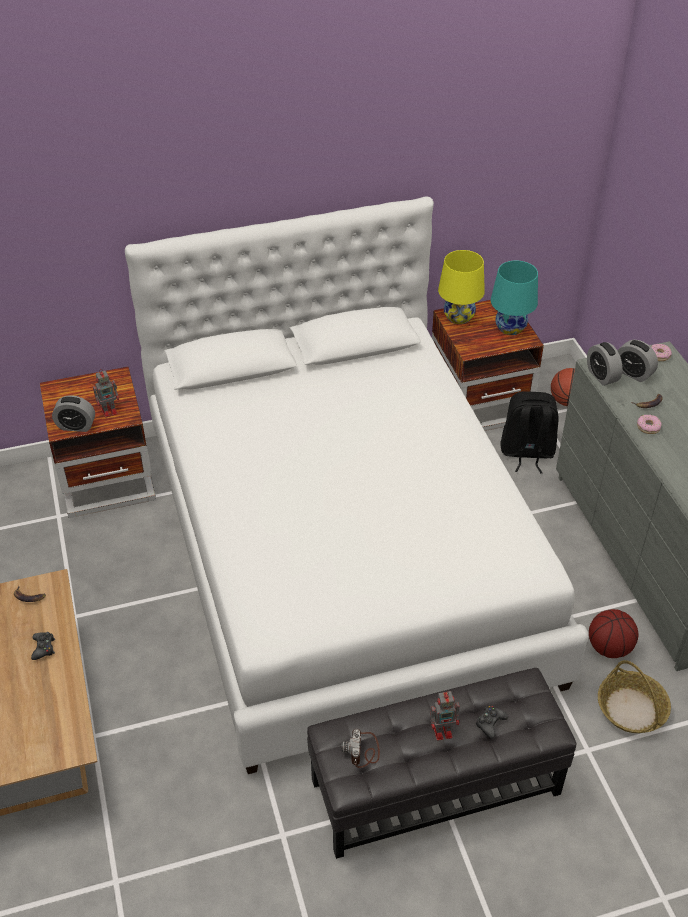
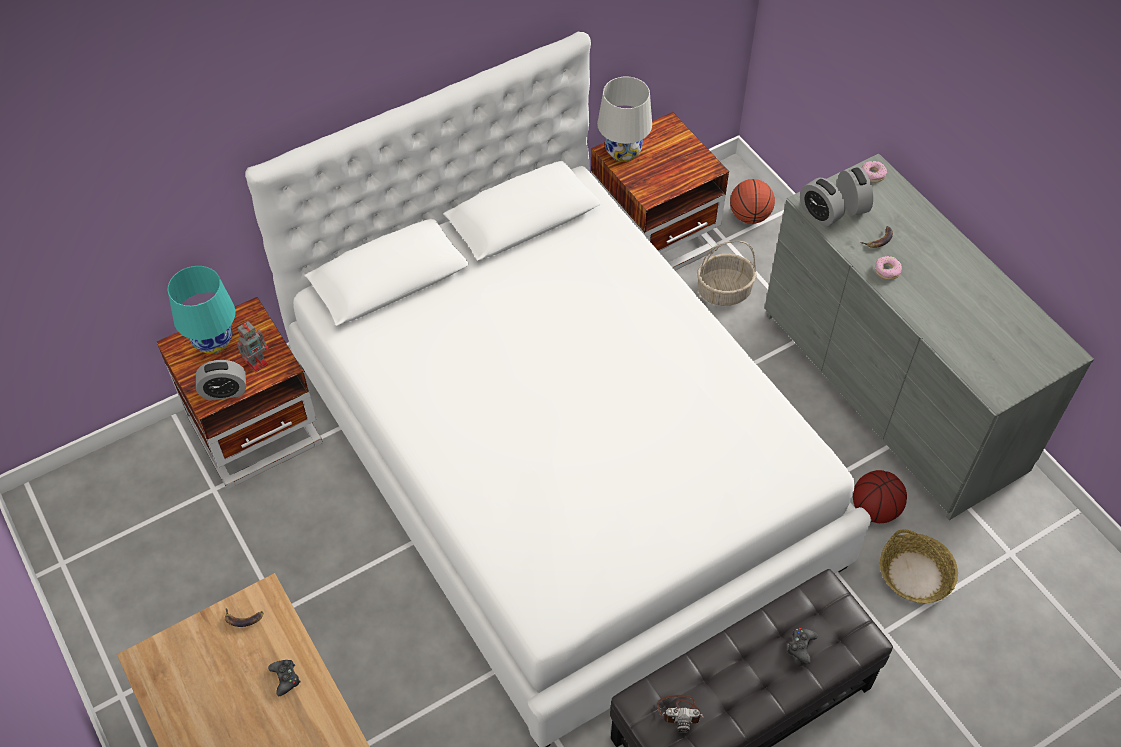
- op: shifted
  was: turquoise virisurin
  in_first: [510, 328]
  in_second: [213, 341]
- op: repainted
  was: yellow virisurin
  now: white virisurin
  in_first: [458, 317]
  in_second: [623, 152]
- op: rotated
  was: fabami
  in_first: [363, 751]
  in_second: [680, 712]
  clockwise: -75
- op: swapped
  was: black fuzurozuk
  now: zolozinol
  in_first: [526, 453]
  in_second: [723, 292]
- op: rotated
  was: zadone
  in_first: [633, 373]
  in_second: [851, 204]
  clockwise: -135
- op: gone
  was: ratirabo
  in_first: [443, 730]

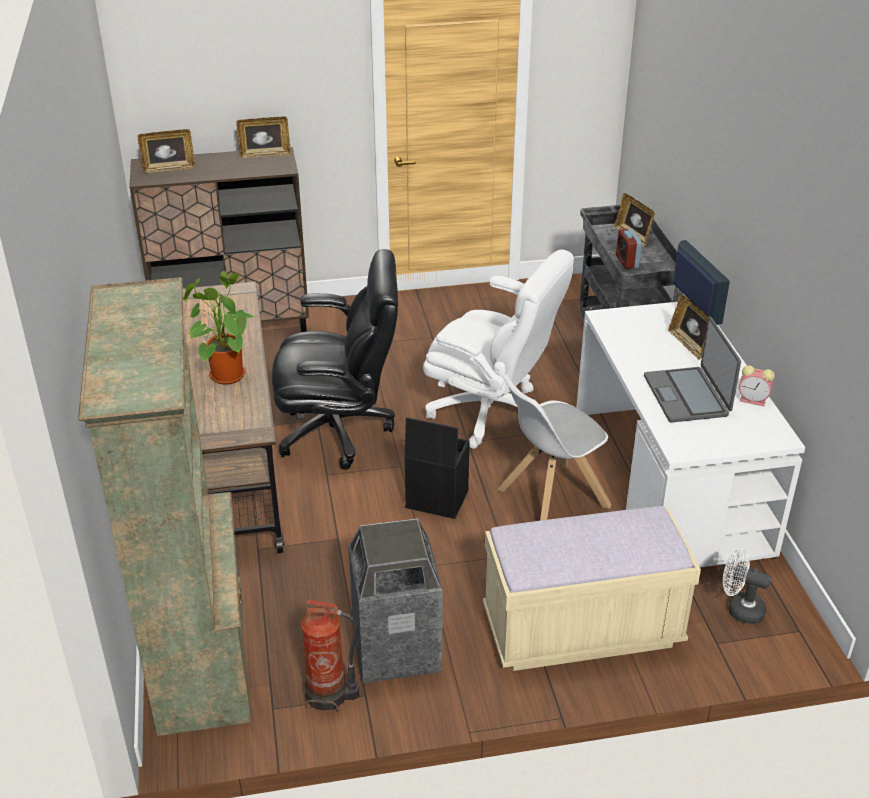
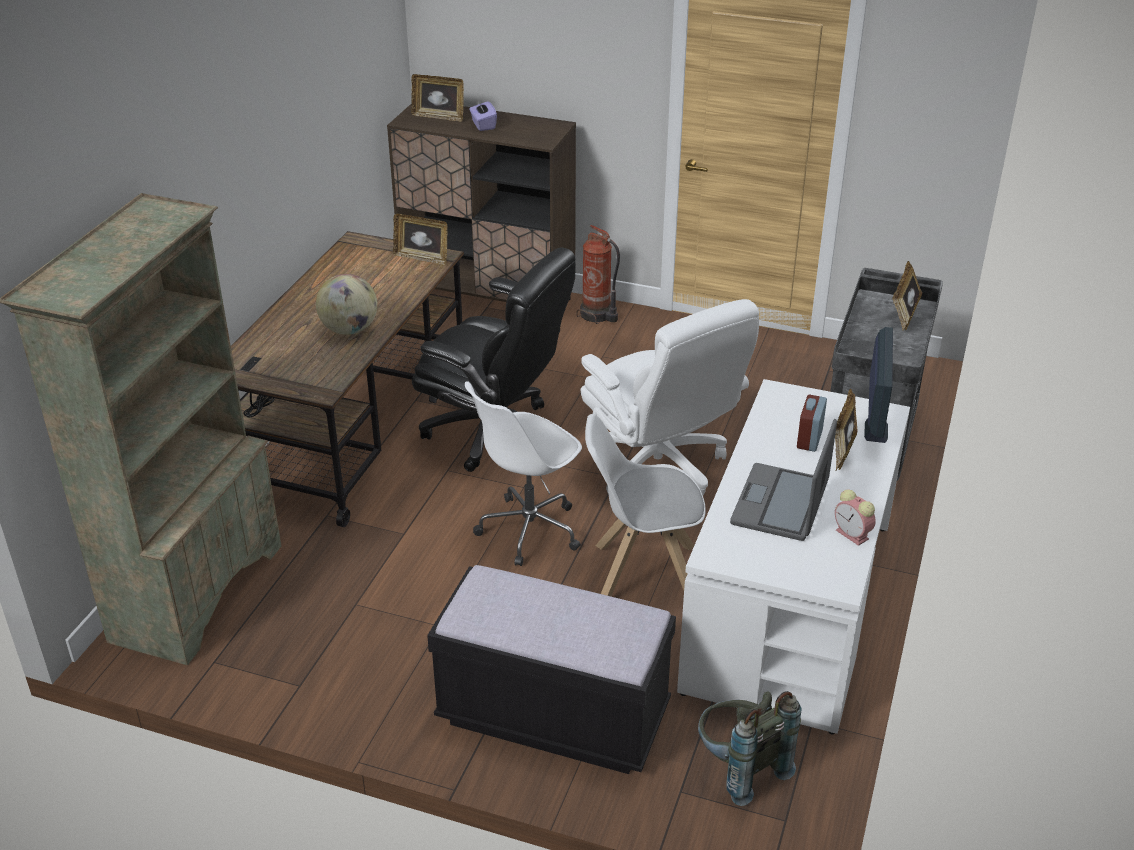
- op: swapped
  was: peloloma
  now: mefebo
  in_first: [224, 374]
  in_second: [349, 330]
- op: shifted
  was: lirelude
  in_first: [265, 155]
  in_second: [422, 258]
- op: repainted
  was: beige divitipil
  now: black divitipil
  in_first: [582, 630]
  in_second: [553, 716]
- op: swapped
  was: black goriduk
  now: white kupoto
  in_first: [435, 499]
  in_second: [527, 532]
- op: new
  now: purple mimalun
  in_second: [483, 125]
- op: shifted
  was: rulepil
  in_first: [329, 695]
  in_second: [597, 315]
- op: swapped
  was: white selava
  now: grey fuzurozuk
  in_first: [739, 609]
  in_second: [739, 769]
- op: shifted
  was: zadone
  in_first: [627, 262]
  in_second: [809, 439]
- op: gone
  was: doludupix
  in_first: [395, 648]

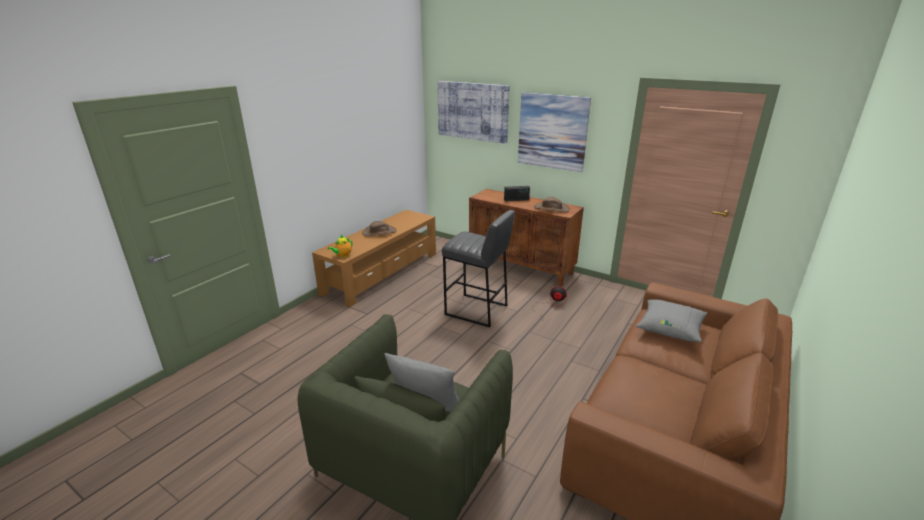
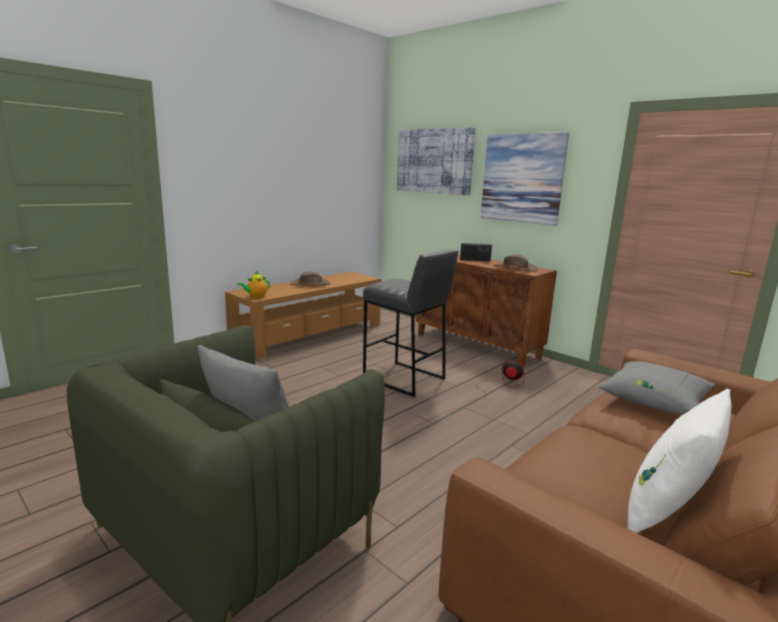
- op: new
  now: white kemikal
  in_second: [667, 512]

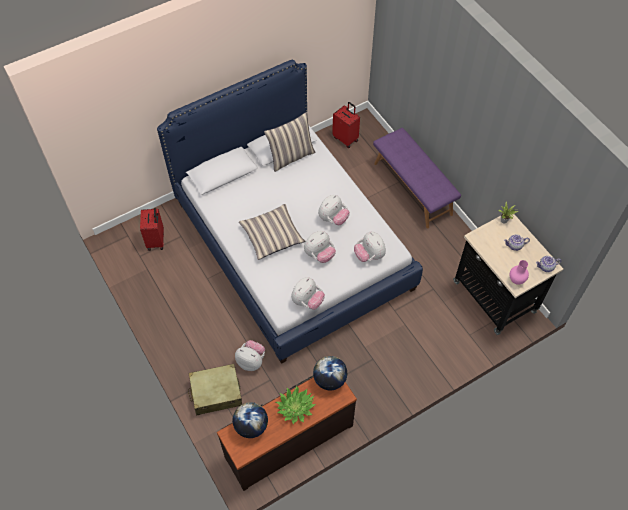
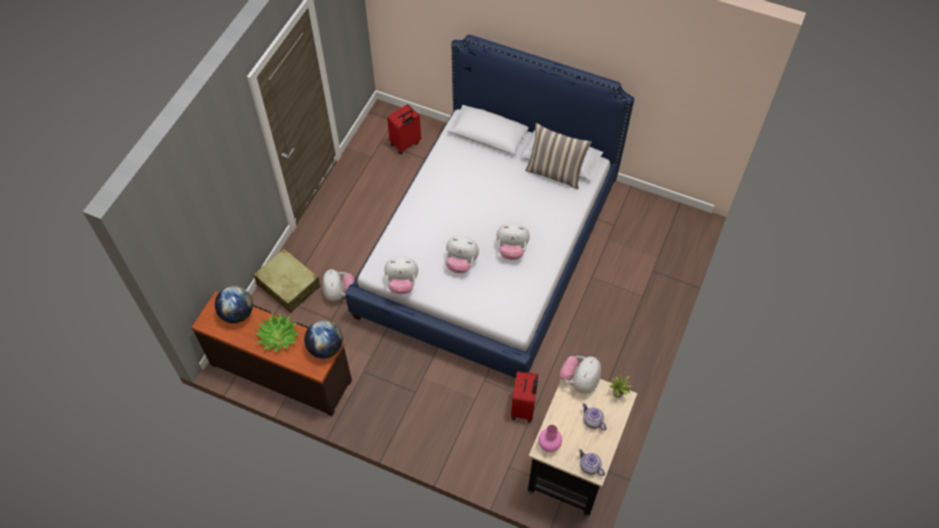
- op: shifted
  was: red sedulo
  in_first: [346, 139]
  in_second: [524, 407]
- op: shifted
  was: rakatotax
  in_first: [369, 255]
  in_second: [579, 381]
- op: gone
  was: kemikal
  in_first: [272, 235]
- op: gone
  was: purple divitipil
  in_first: [413, 188]

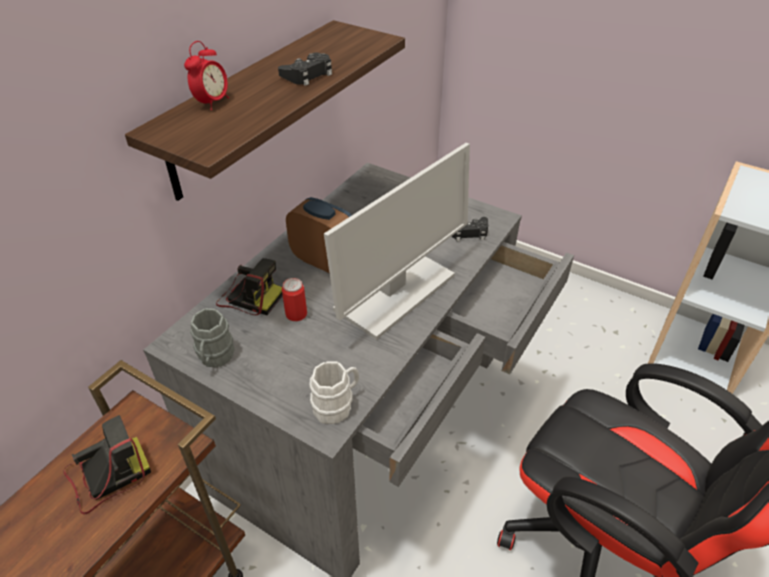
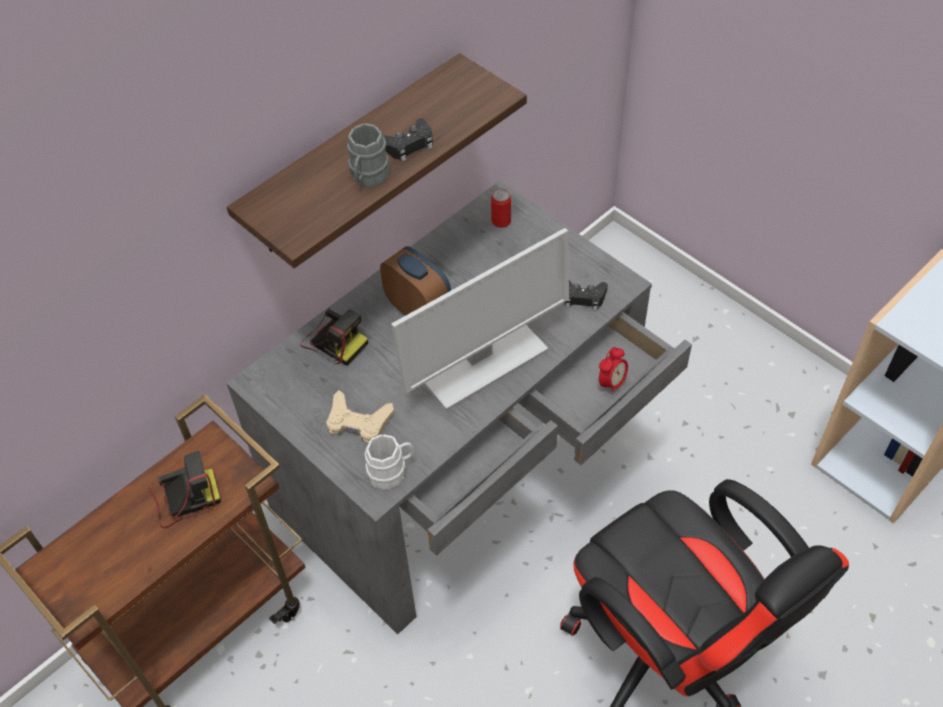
- op: new
  now: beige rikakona
  in_second: [358, 422]
- op: shifted
  was: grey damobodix
  in_first: [214, 357]
  in_second: [368, 178]
- op: shifted
  was: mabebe
  in_first: [296, 314]
  in_second: [501, 221]
- op: shifted
  was: zadone
  in_first: [212, 103]
  in_second: [611, 383]

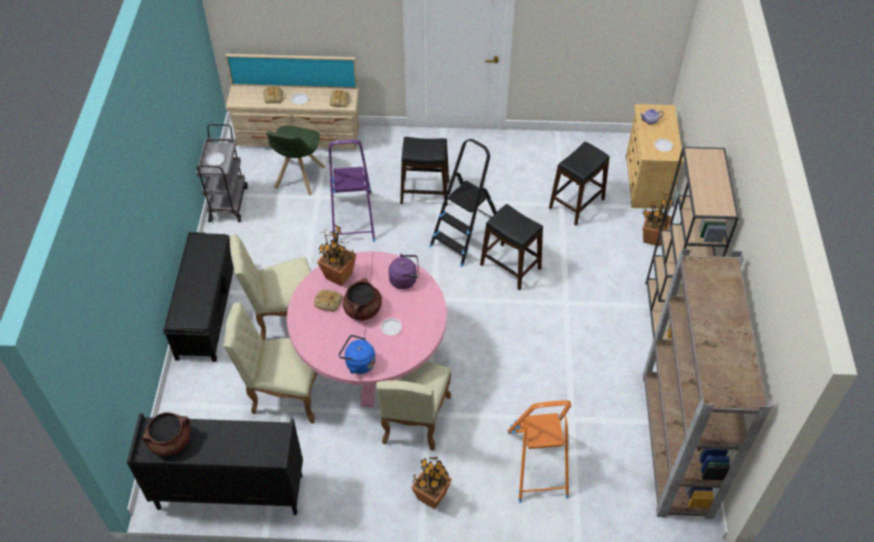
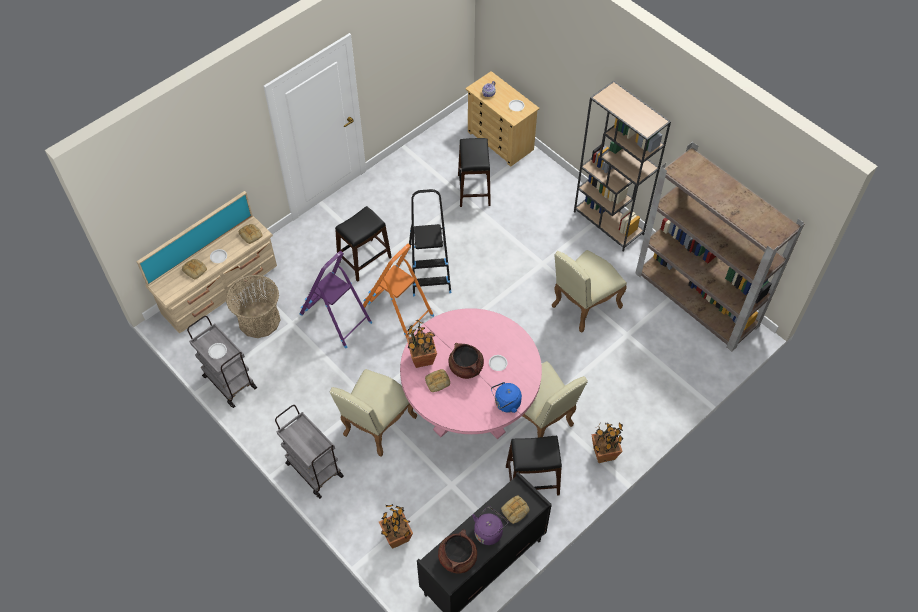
- op: swapped
  was: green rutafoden
  now: zolozinol
  in_first: [299, 177]
  in_second: [259, 320]
- op: swapped
  was: black divitipil
  now: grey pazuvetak
  in_first: [207, 310]
  in_second: [314, 470]
- op: shifted
  was: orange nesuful
  in_first: [537, 462]
  in_second: [397, 311]
- op: shifted
  was: peloloma
  in_first: [652, 238]
  in_second: [396, 537]
- op: shifted
  was: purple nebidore
  in_first: [405, 280]
  in_second: [489, 531]
- op: new
  now: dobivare
  in_second: [515, 511]
- op: shifted
  was: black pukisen
  in_first: [510, 267]
  in_second: [532, 480]
- op: shifted
  was: beige rutafoden
  in_first: [285, 393]
  in_second: [583, 306]

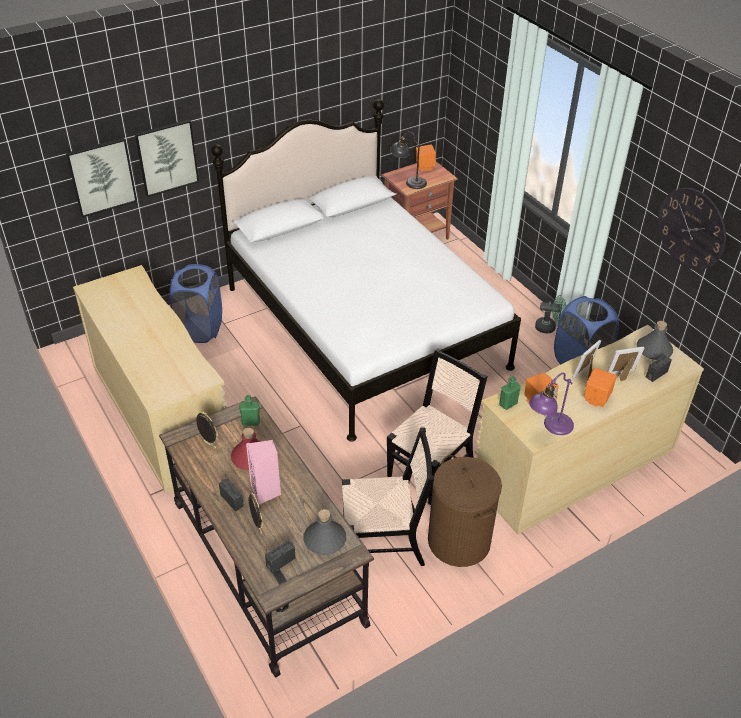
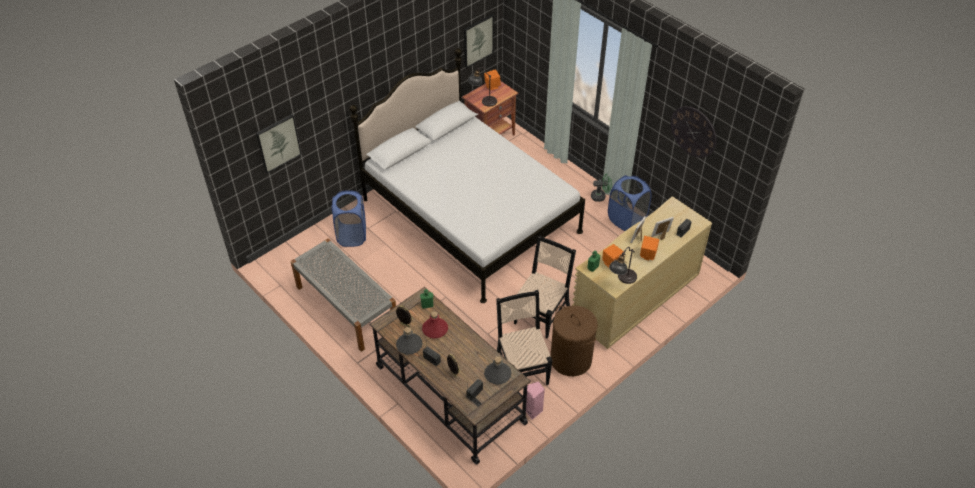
- op: swapped
  was: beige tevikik
  now: grey divitipil
  in_first: [161, 417]
  in_second: [346, 306]
- op: shifted
  was: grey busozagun
  in_first: [654, 350]
  in_second: [409, 345]
- op: shifted
  was: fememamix
  in_first: [167, 157]
  in_second: [478, 40]
- op: rotated
  was: rutafoden
  in_first: [383, 542]
  in_second: [522, 368]
  clockwise: -90
- op: shifted
  was: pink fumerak
  in_first: [266, 492]
  in_second: [533, 410]
- op: repainted
  was: purple virisurin
  now: grey virisurin
  in_first: [549, 430]
  in_second: [622, 281]

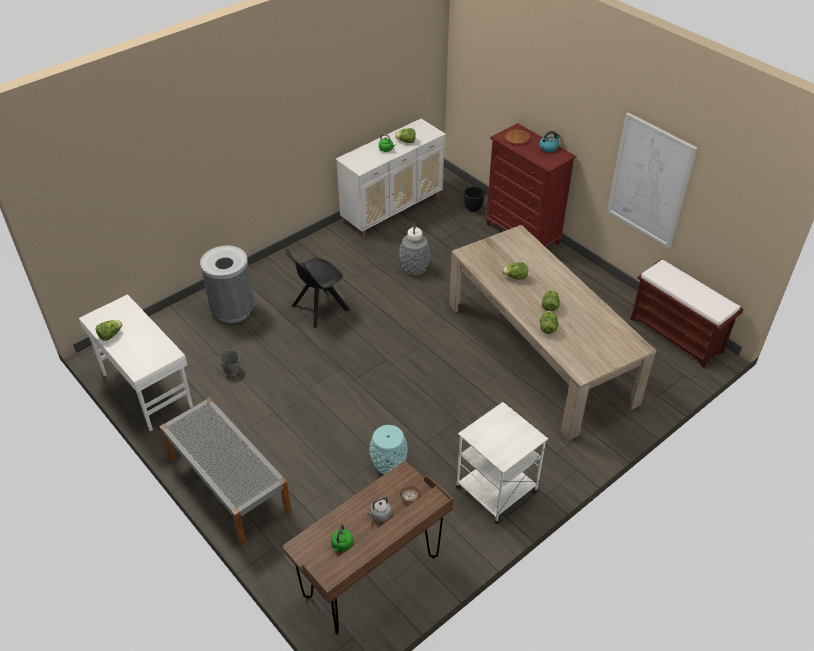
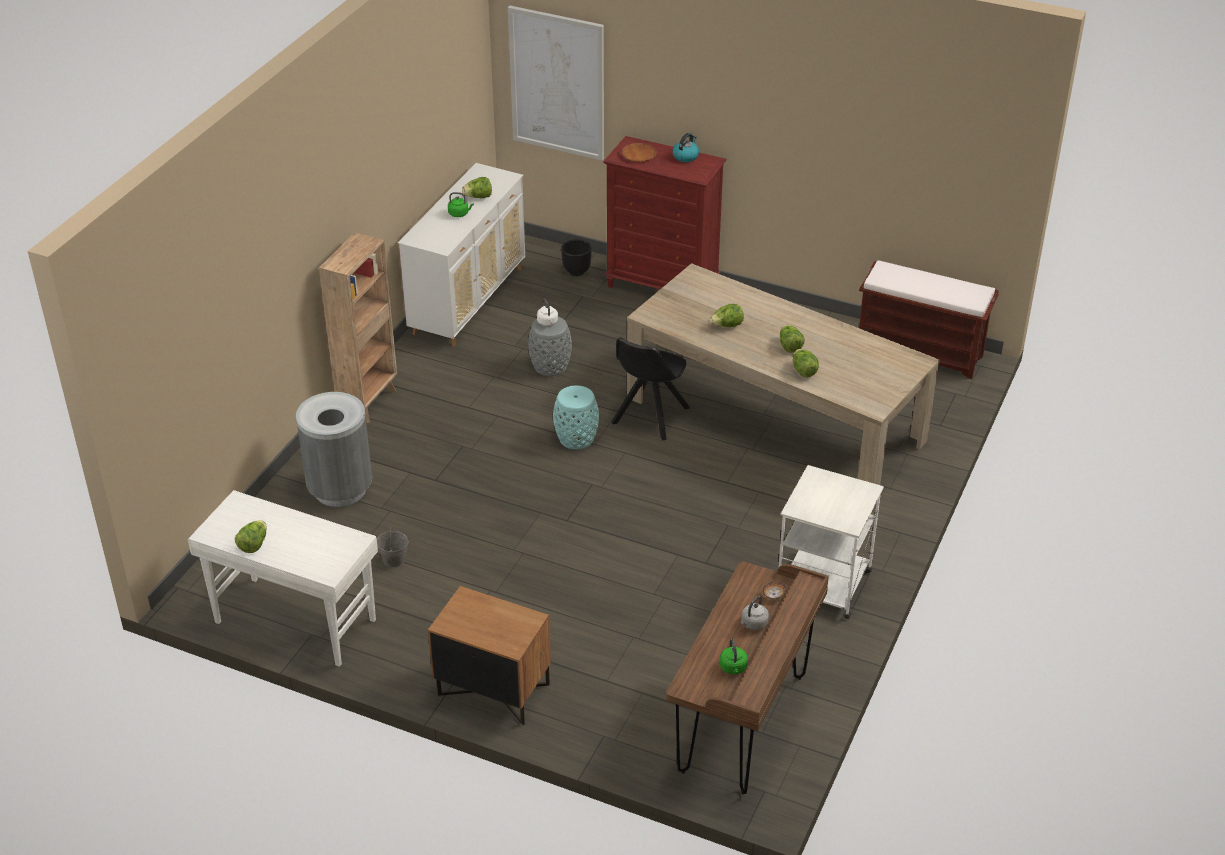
- op: new
  now: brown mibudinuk
  in_second: [369, 401]
- op: swapped
  was: grey divitipil
  now: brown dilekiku
  in_first: [228, 484]
  in_second: [492, 690]
- op: shifted
  was: fememamix
  in_first: [650, 181]
  in_second: [557, 83]
- op: shifted
  was: turquoise pukisen
  in_first: [388, 464]
  in_second: [576, 438]
- op: shifted
  was: black rutafoden
  in_first: [319, 308]
  in_second: [649, 416]

